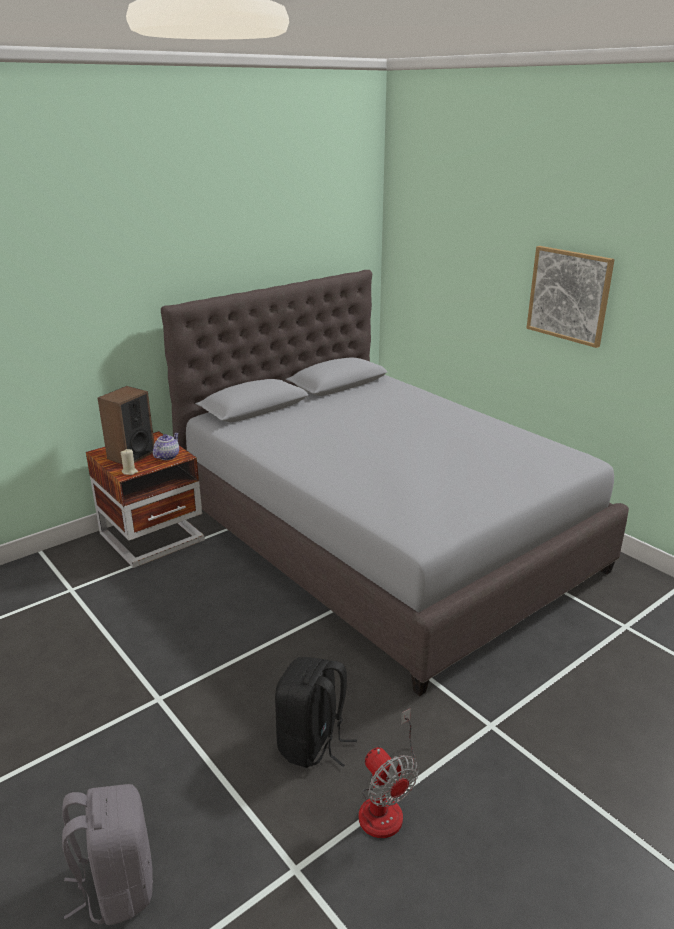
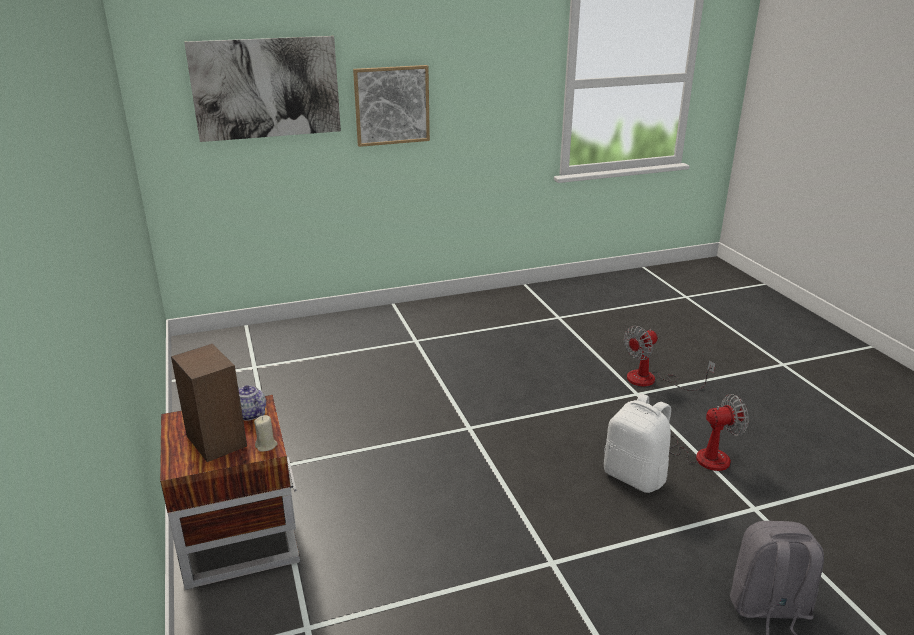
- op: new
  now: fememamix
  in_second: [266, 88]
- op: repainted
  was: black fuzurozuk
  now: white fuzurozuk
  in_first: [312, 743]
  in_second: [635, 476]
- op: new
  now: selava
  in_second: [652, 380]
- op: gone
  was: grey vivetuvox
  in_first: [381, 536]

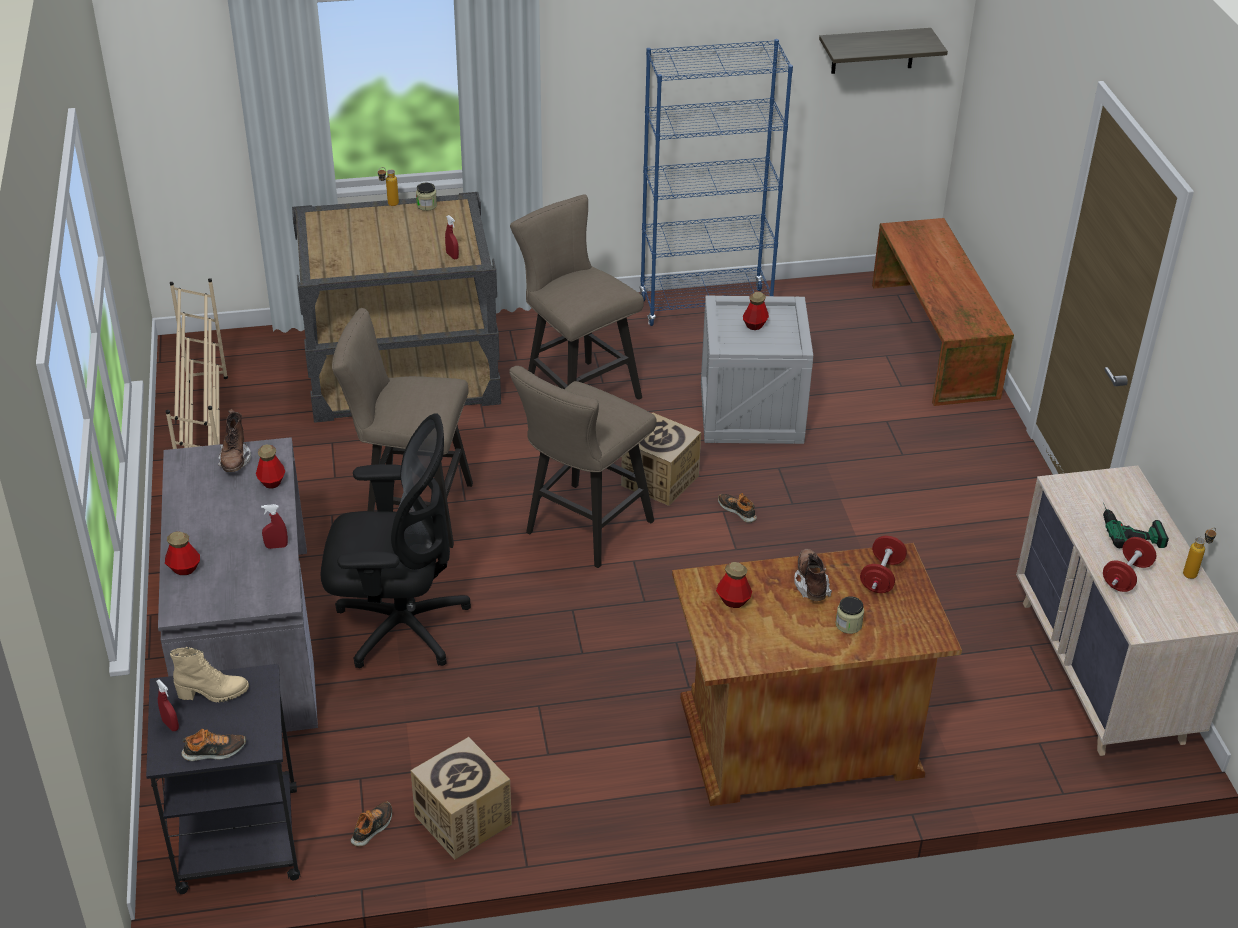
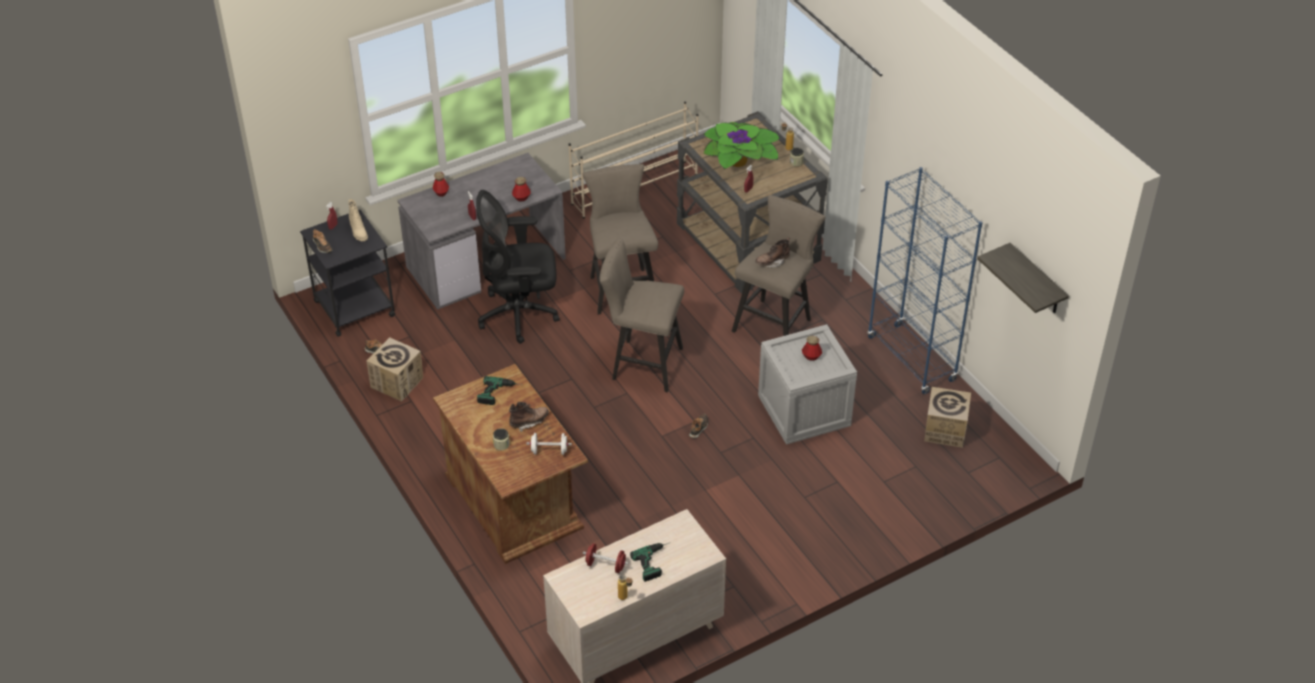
- op: rotated
  was: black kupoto
  in_first: [394, 628]
  in_second: [522, 312]
  clockwise: 105
- op: swapped
  was: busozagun
  now: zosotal
  in_first: [733, 601]
  in_second: [500, 393]
- op: repainted
  was: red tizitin
  now: white tizitin
  in_first: [881, 576]
  in_second: [549, 451]
- op: new
  now: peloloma
  in_second: [739, 160]
- op: shifted
  was: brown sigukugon
  in_first: [235, 460]
  in_second: [772, 262]
- op: shifted
  was: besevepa
  in_first: [660, 481]
  in_second: [945, 430]
- op: gone
  was: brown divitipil
  in_first: [936, 340]

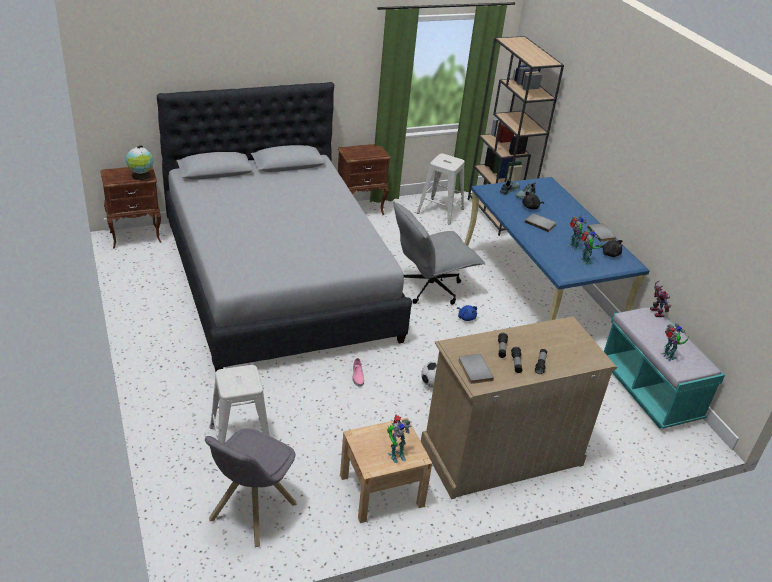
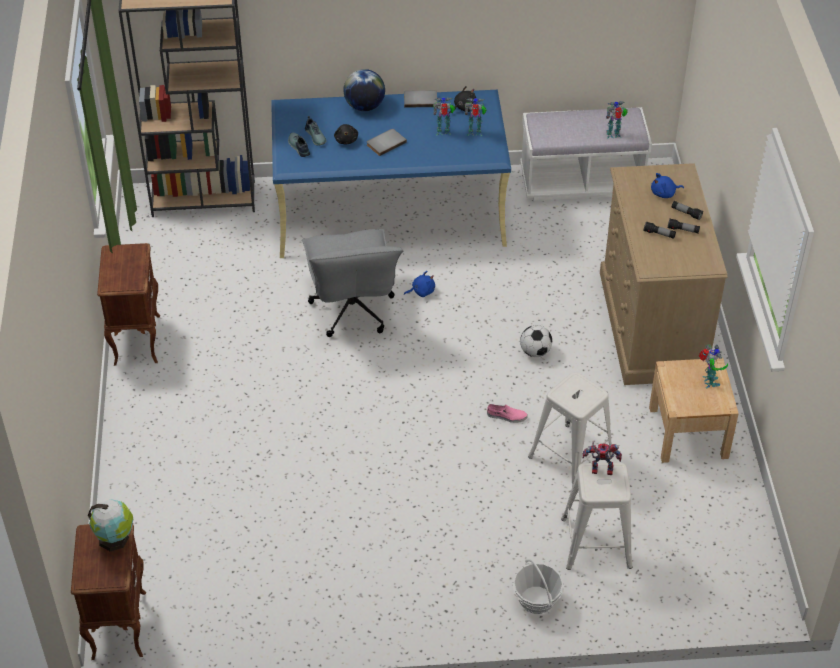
- op: new
  now: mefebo
  in_second: [364, 106]
- op: new
  now: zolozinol
  in_second: [536, 600]
- op: repainted
  was: turquoise divitipil
  now: white divitipil
  in_first: [649, 391]
  in_second: [581, 182]
- op: shifted
  was: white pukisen
  in_first: [440, 211]
  in_second: [571, 456]
- op: shifted
  was: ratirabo
  in_first: [654, 311]
  in_second: [600, 470]
- op: new
  now: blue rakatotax
  in_second: [664, 193]
- op: gone
  was: grey vivetuvox
  in_first: [278, 279]
- op: gone
  was: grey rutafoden
  in_first: [252, 511]
- op: gone
  was: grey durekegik
  in_first: [473, 370]

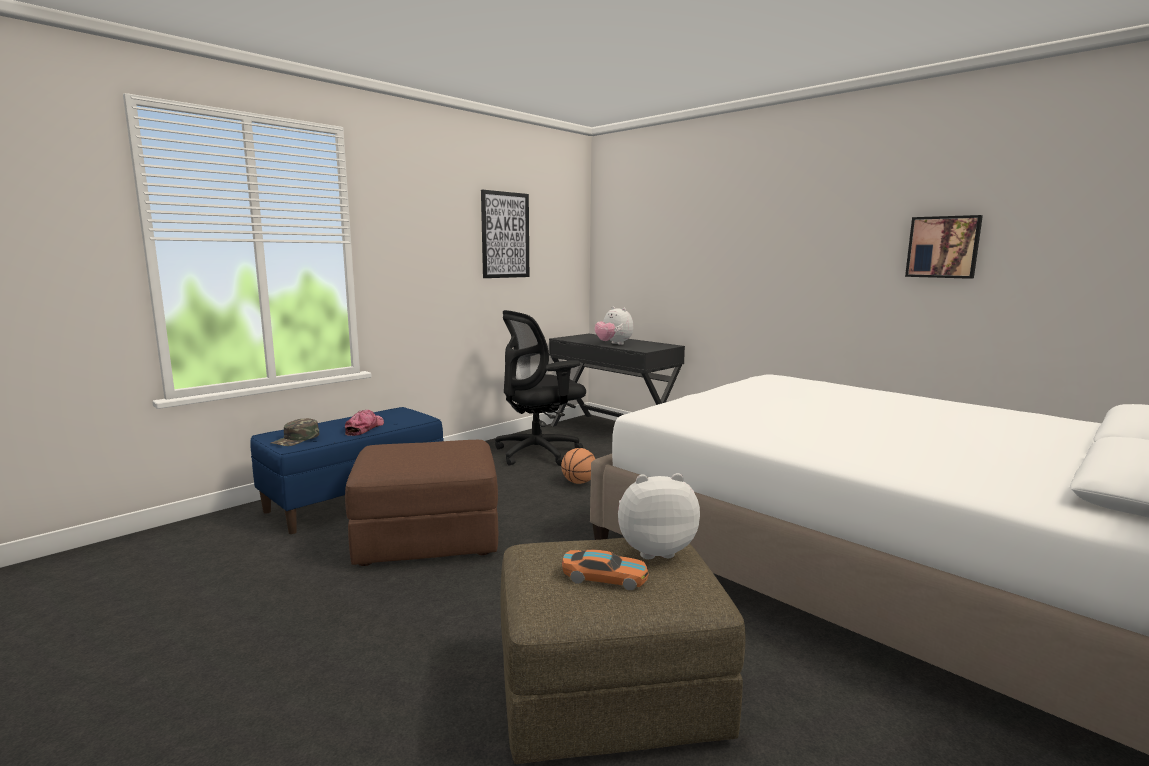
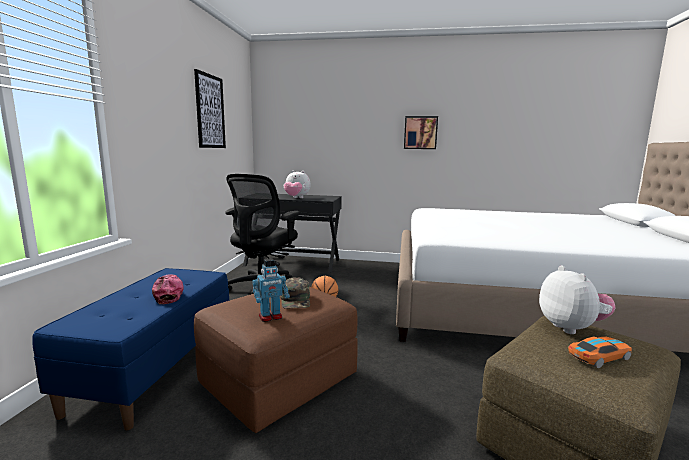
- op: new
  now: ratirabo
  in_second: [270, 317]
- op: shifted
  was: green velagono
  in_first: [296, 439]
  in_second: [296, 300]
- op: shifted
  was: fememamix
  in_first: [943, 247]
  in_second: [420, 133]
- op: rotated
  was: rakatotax
  in_first: [654, 550]
  in_second: [571, 328]
  clockwise: 120

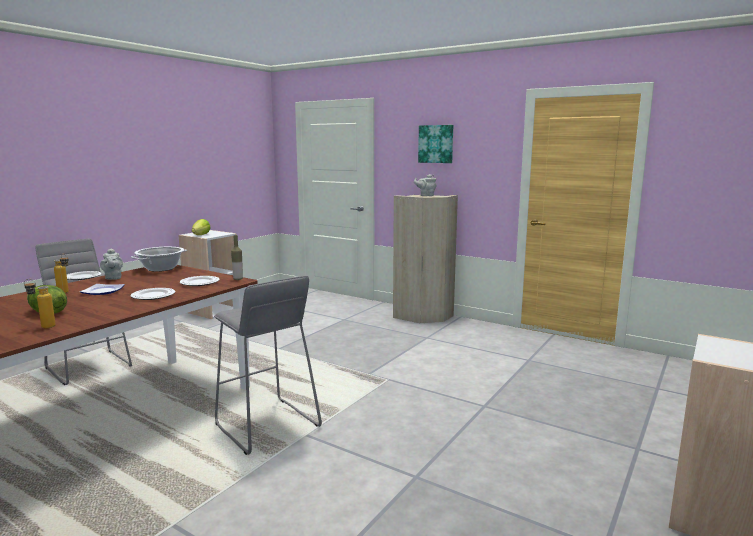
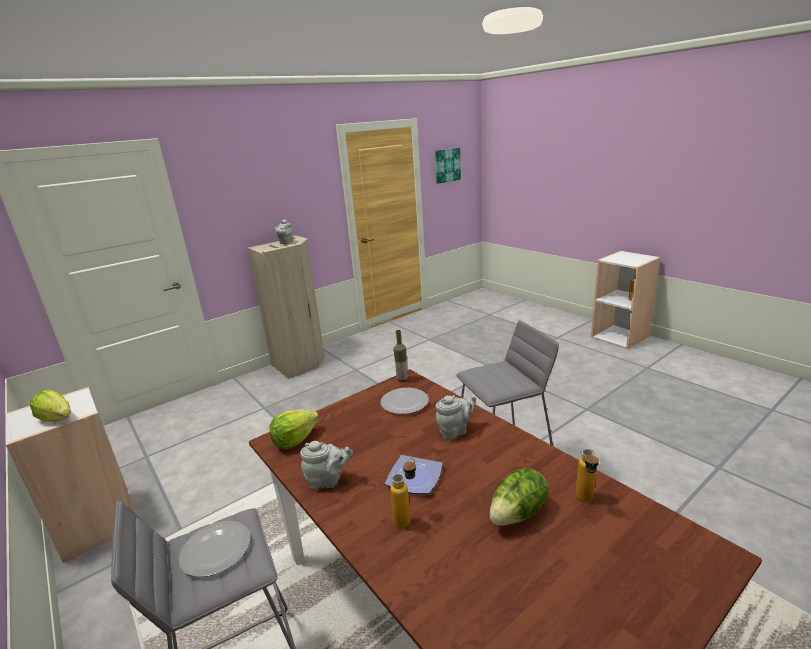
- op: swapped
  was: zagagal
  now: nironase
  in_first: [161, 268]
  in_second: [295, 440]
- op: shifted
  was: fememamix
  in_first: [436, 144]
  in_second: [447, 165]
- op: swapped
  was: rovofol
  now: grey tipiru
  in_first: [153, 295]
  in_second: [455, 431]

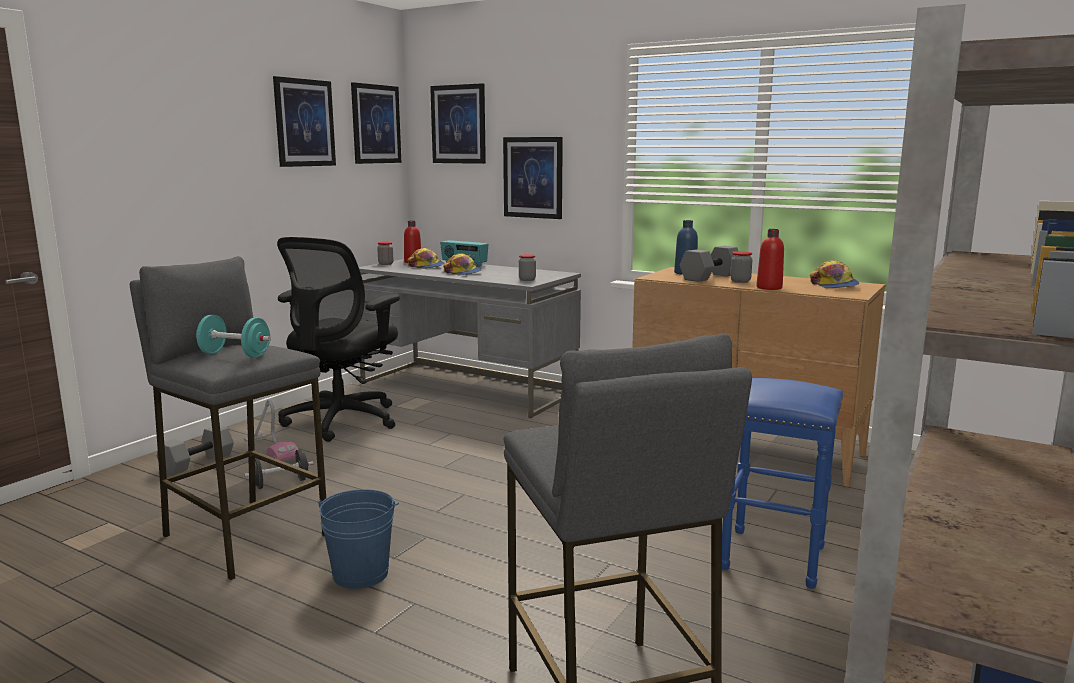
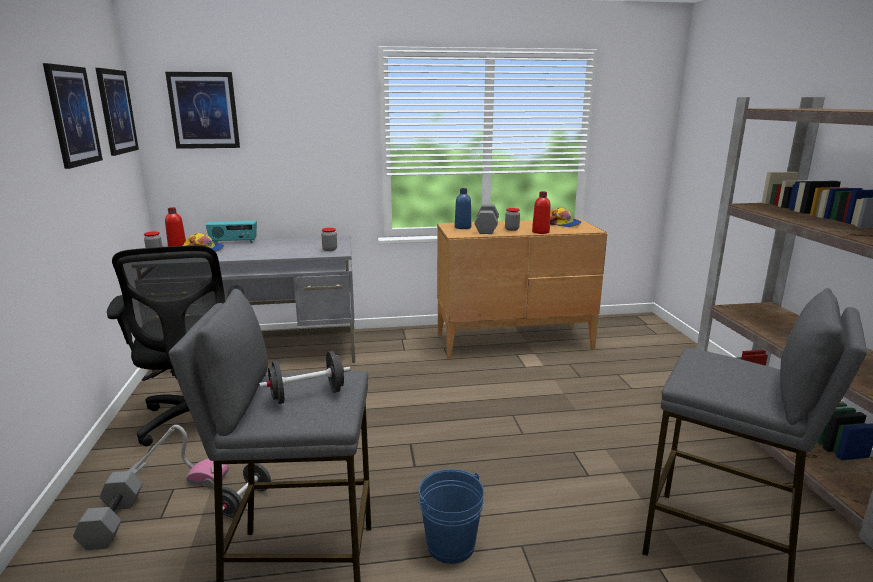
- op: repainted
  was: turquoise tizitin
  now: black tizitin
  in_first: [235, 355]
  in_second: [307, 395]
- op: gone
  was: velagono
  in_first: [463, 272]
- op: gone
  was: fememamix
  in_first: [533, 177]
- op: gone
  was: blue pukisen
  in_first: [775, 556]

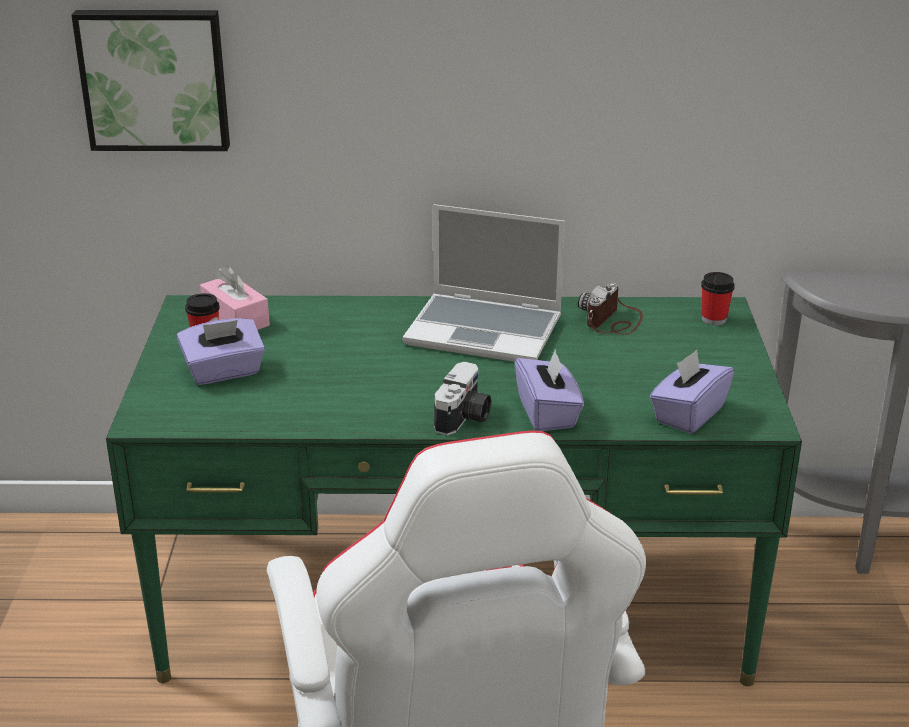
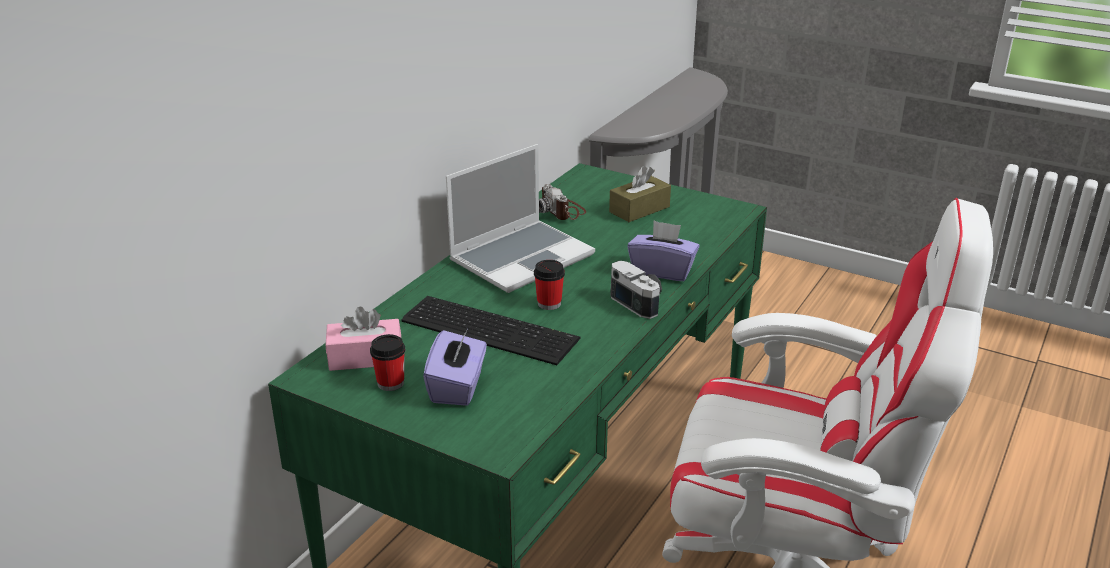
- op: new
  now: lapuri
  in_second: [489, 328]
- op: shifted
  was: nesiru
  in_first: [714, 319]
  in_second: [549, 303]
- op: new
  now: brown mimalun
  in_second: [639, 209]
- op: gone
  was: fememamix
  in_first: [154, 79]
- op: gone
  was: purple mimalun
  in_first: [688, 414]

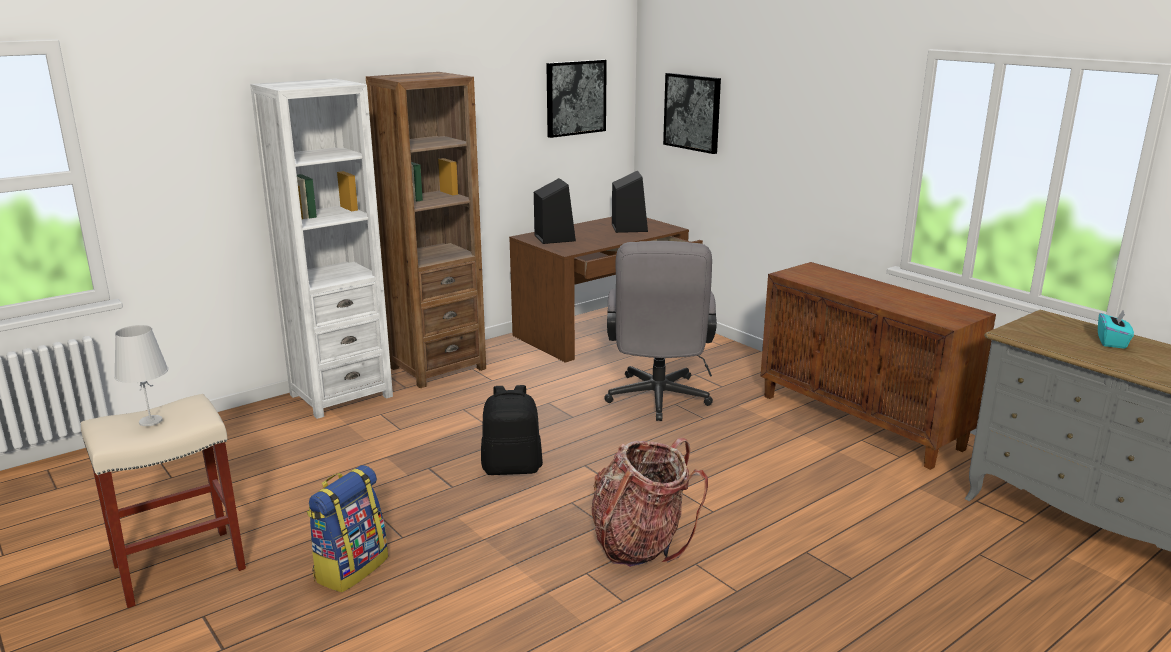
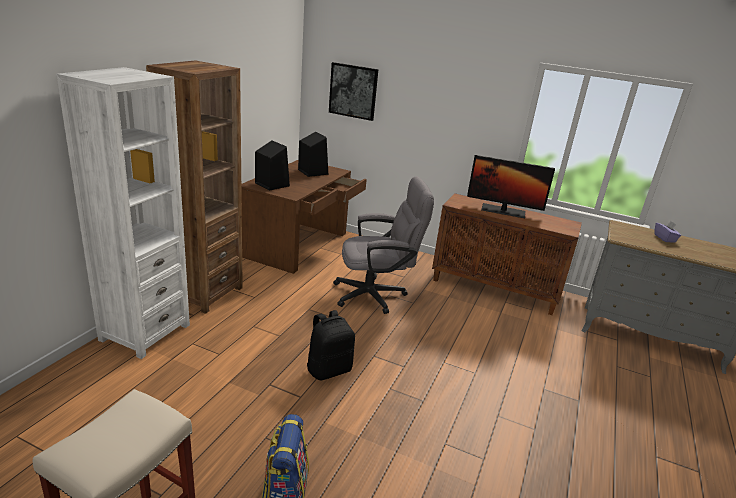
- op: rotated
  was: grey kupoto
  in_first: [657, 401]
  in_second: [376, 295]
  clockwise: -75
- op: new
  now: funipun
  in_second: [503, 211]
- op: repainted
  was: turquoise mimalun
  now: purple mimalun
  in_first: [1112, 342]
  in_second: [664, 238]
- op: gone
  was: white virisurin
  in_first: [150, 421]
- op: gone
  was: fememamix
  in_first: [575, 97]
- op: gone
  was: fuzurozuk
  in_first: [640, 543]

